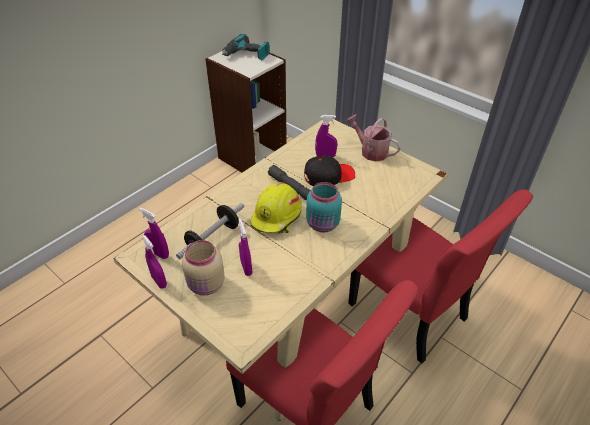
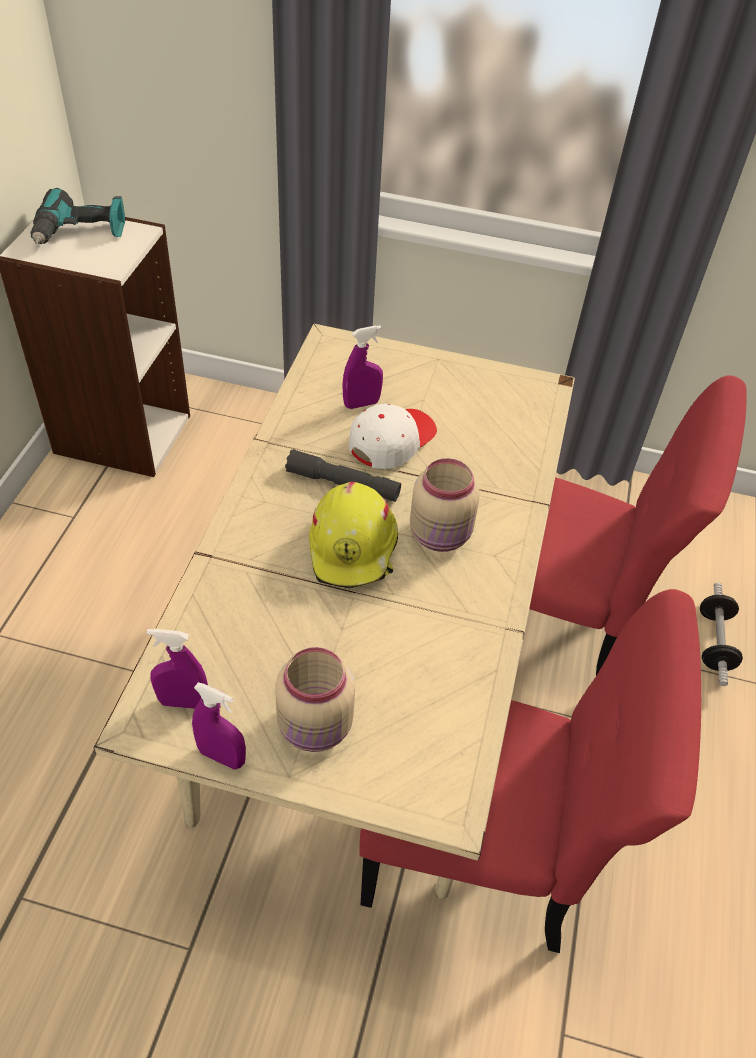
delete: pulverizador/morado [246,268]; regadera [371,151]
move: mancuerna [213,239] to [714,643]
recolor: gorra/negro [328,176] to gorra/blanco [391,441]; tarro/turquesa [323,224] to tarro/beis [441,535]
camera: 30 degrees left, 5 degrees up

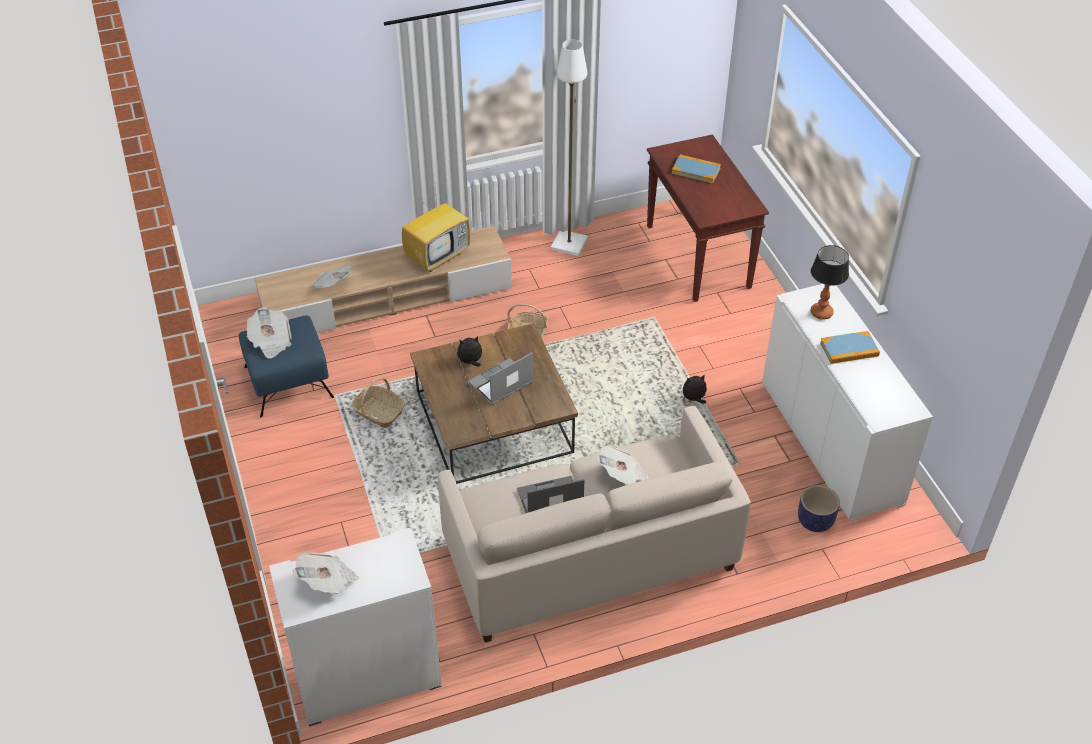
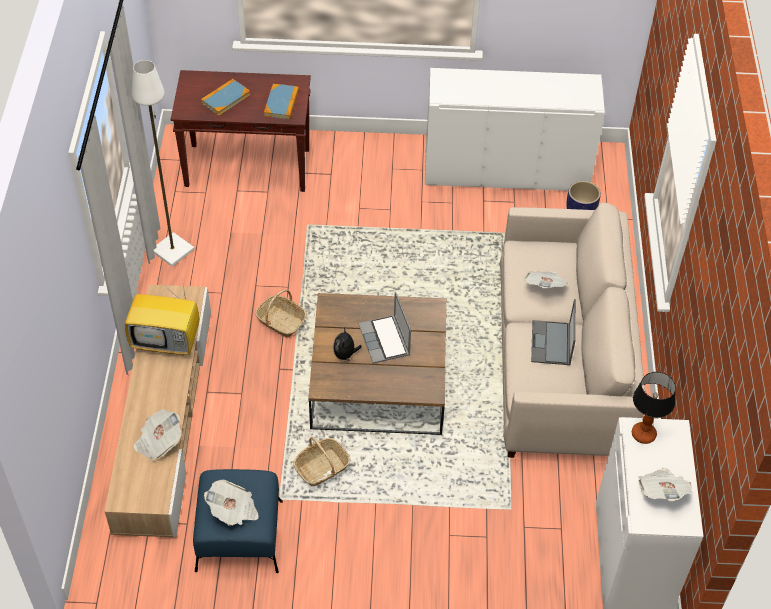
delete: peluche [694,399]
move: lámpara de mesa [821,313] to [643,435]; libro [849,349] to [281,103]
rotate: televisor [438,256] = [167,341] 120 degrees clockwise
camera: 70 degrees left, 5 degrees up

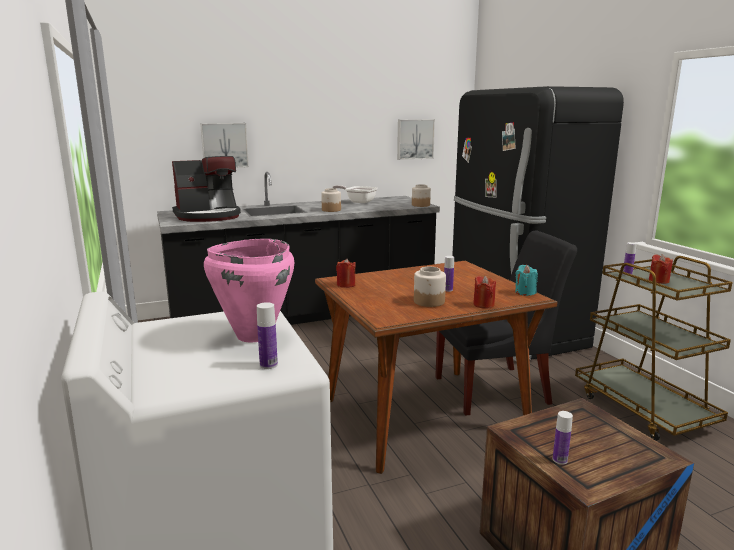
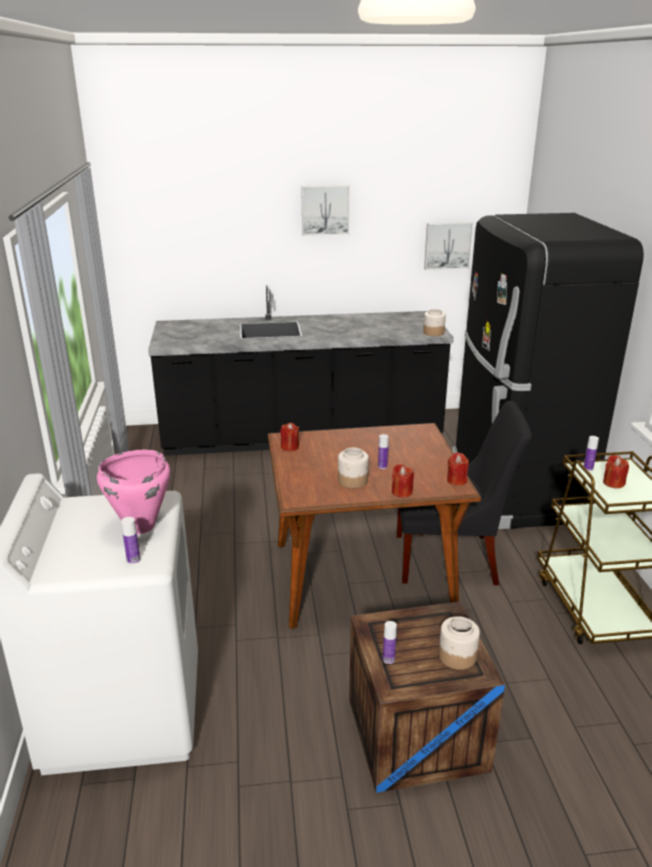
delete: cafetera [208,216]; sartén [358,201]
move: cuadro [224,145] to [325,210]; tarro [331,210] to [457,656]
recolor: vela/turquesa [525,292] to vela/rojo [456,480]
camera: 15 degrees right, 10 degrees up

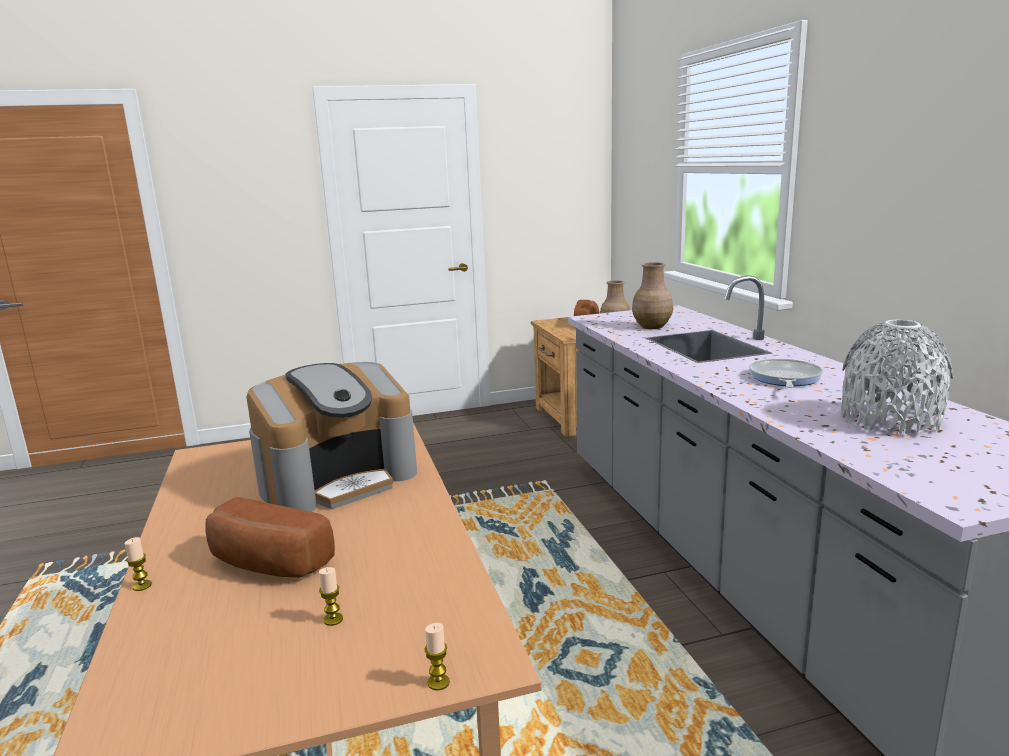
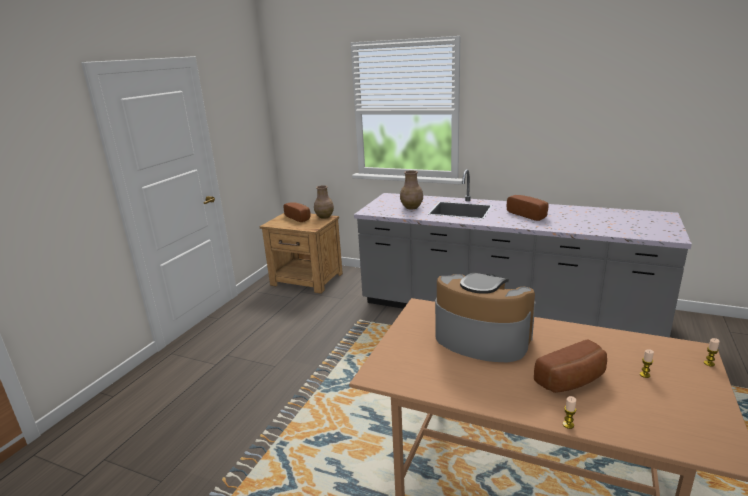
delete: florero/gris [889,420]
replace: sartén [784,378] to pan [528,215]
rotate: cafetera [338,480] = [481,338] 60 degrees counterclockwise
camera: 50 degrees left, 5 degrees up

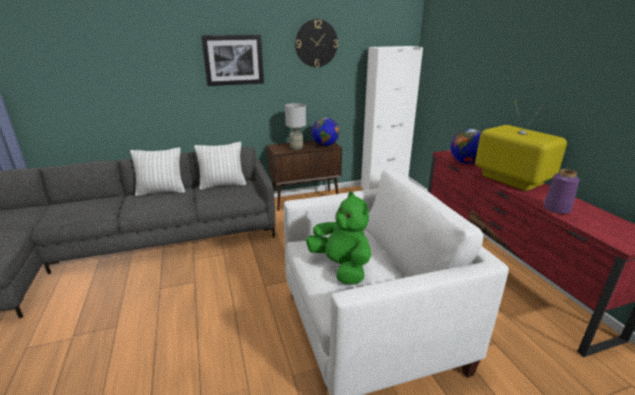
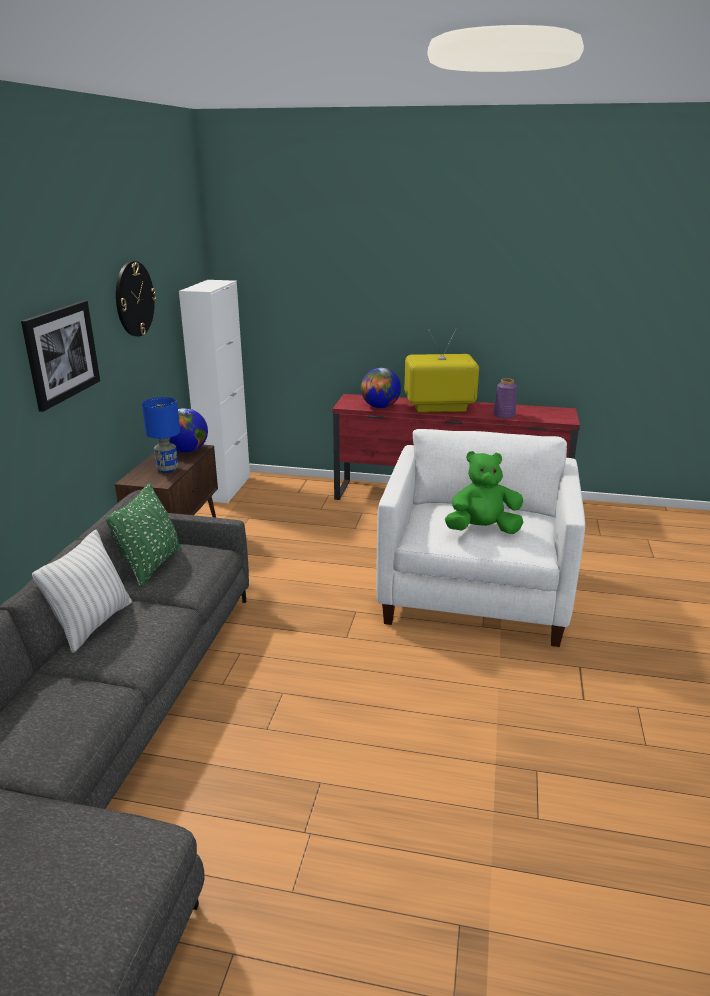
recolor: cojín/blanco [222,185] to cojín/verde [151,565]; lámpara de mesa/gris [296,148] to lámpara de mesa/azul [168,469]
camera: 60 degrees left, 0 degrees up

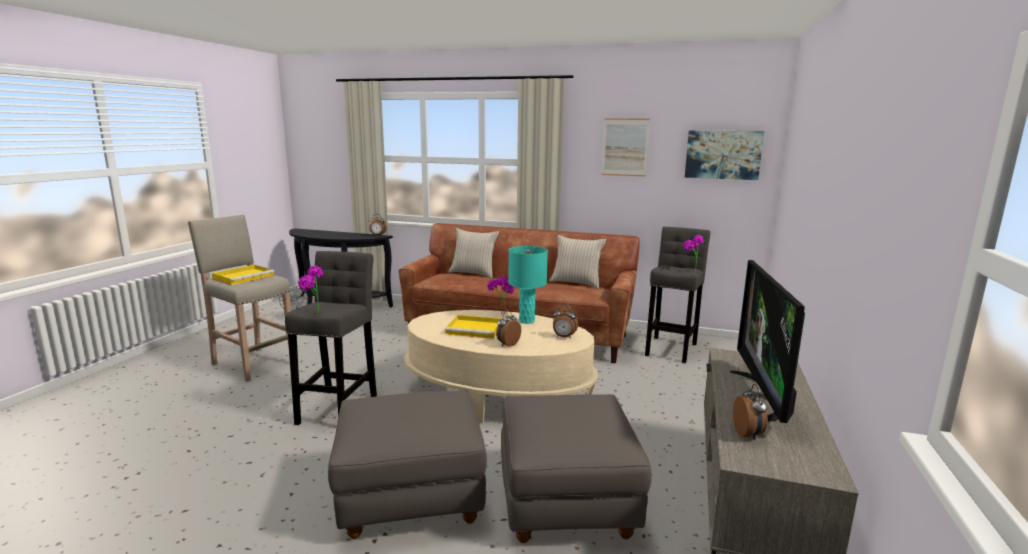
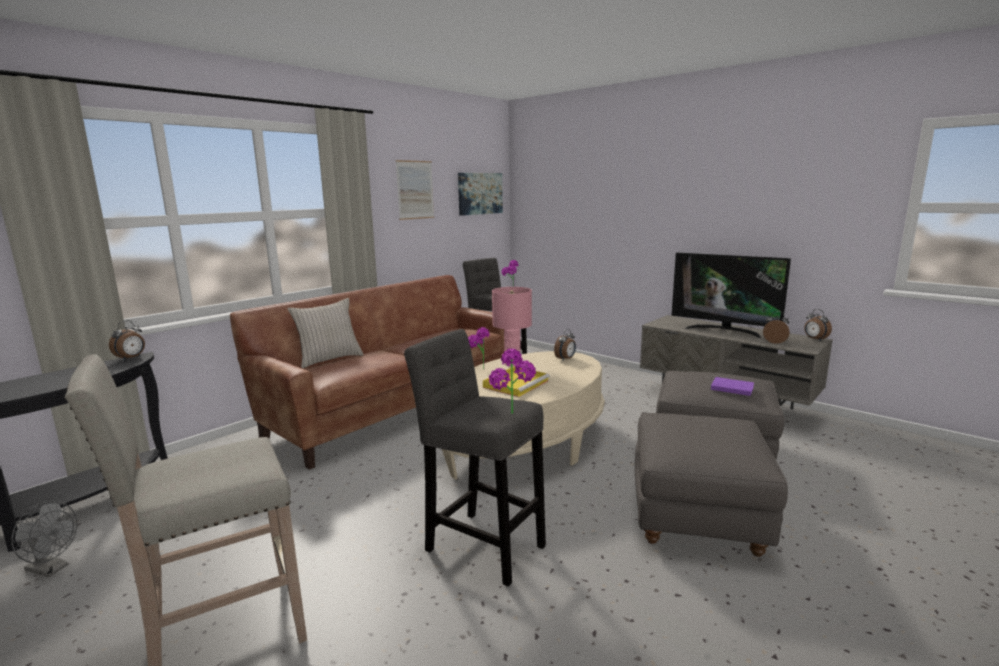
delete: bandeja/amarillo [244,277]; cojín/beis [576,283]
insert: libro/morado [731,388]
move: despertador [507,344] to [815,339]
recolor: lámpara de mesa/turquesa [526,321] to lámpara de mesa/rosa [512,364]
camera: 65 degrees left, 0 degrees up

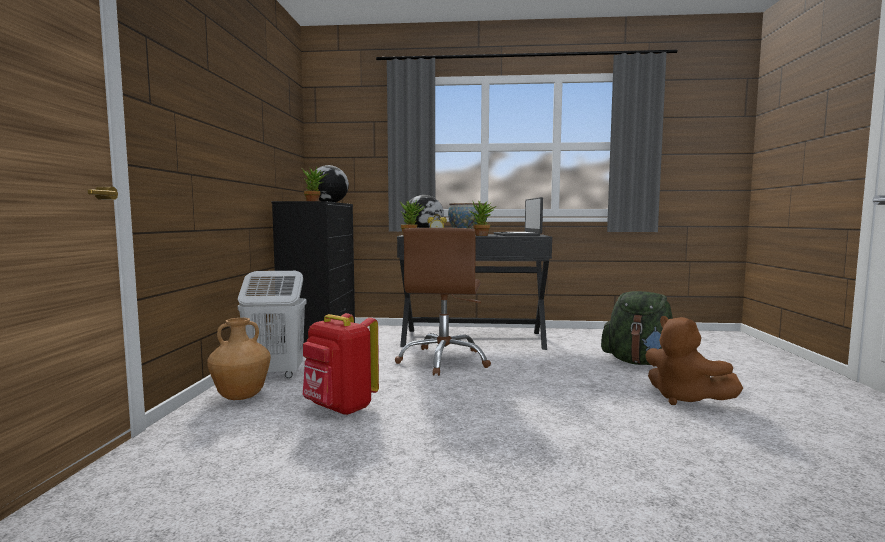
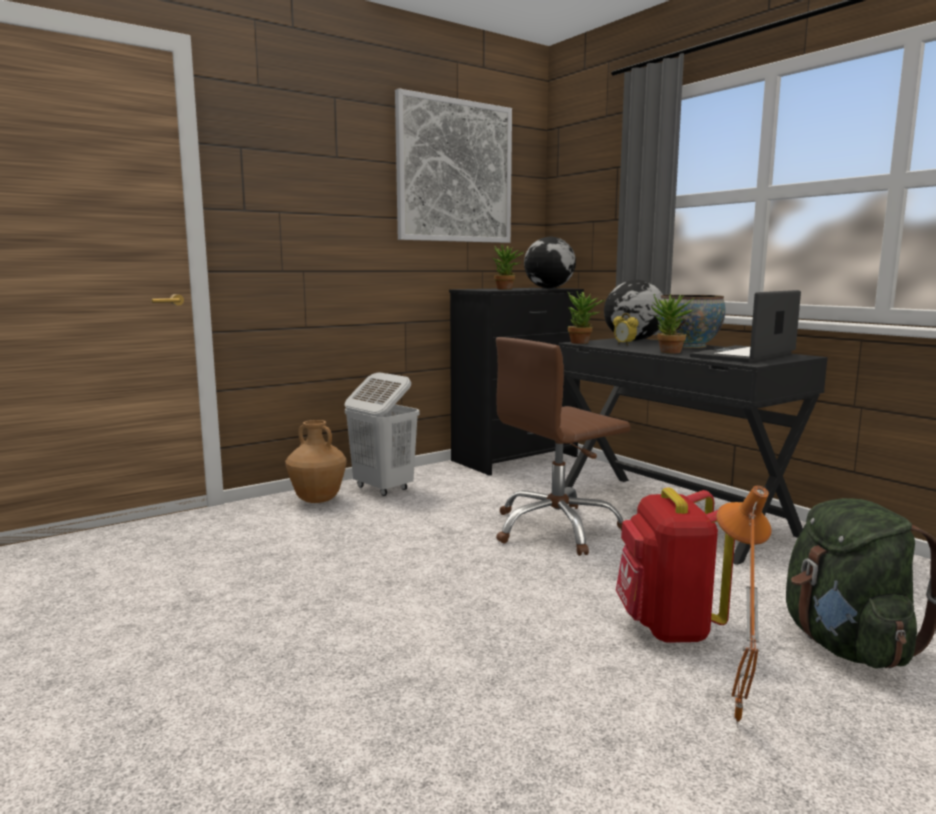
insert: cuadro [454,172]
move: mochila/rojo [340,408] to [667,627]
replace: peluche/marrón [684,399] to lámpara de mesa/naranja [732,723]
camera: 50 degrees right, 5 degrees up

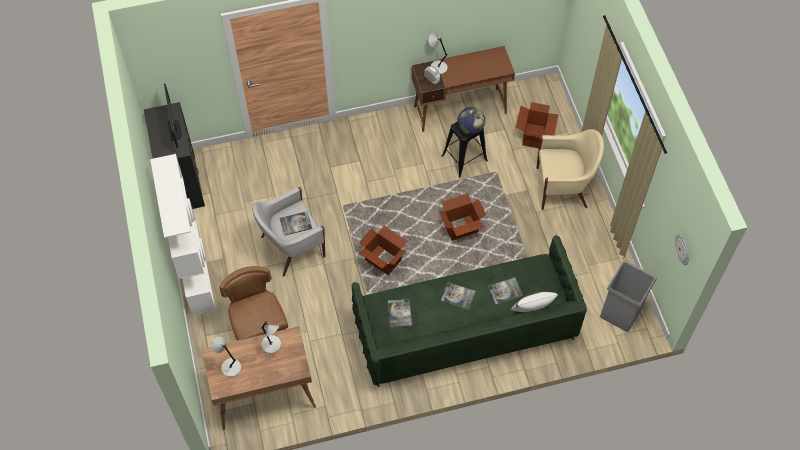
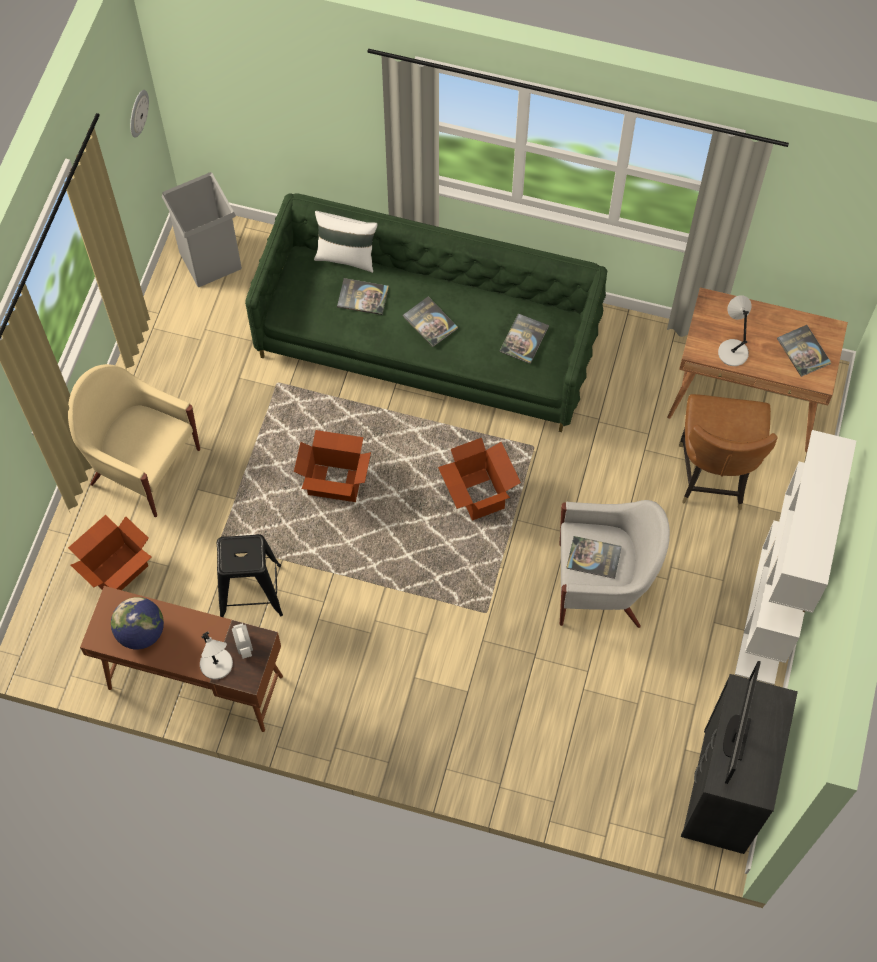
move: globo terráqueo [470,128] to [141,632]
replace: lámpara de mesa/gris [230,367] to libro [803,351]
camera: 150 degrees left, 5 degrees up

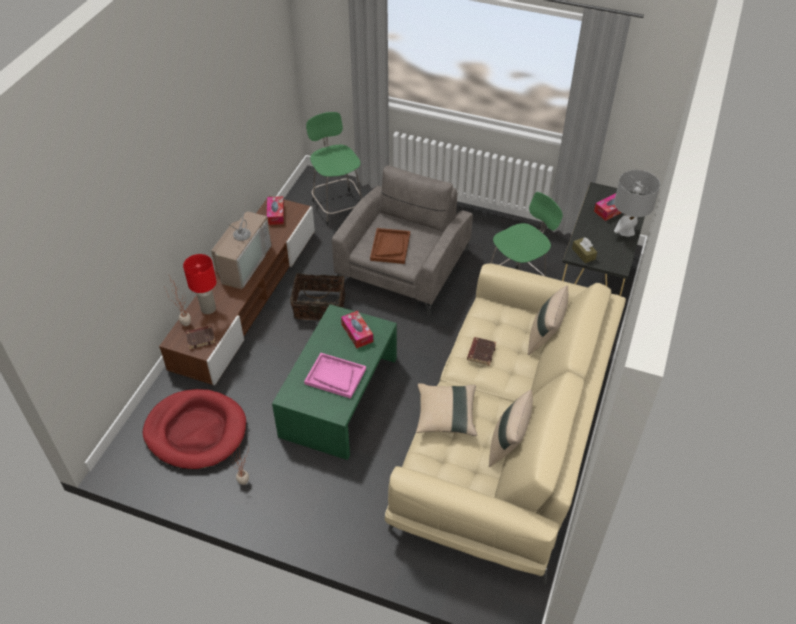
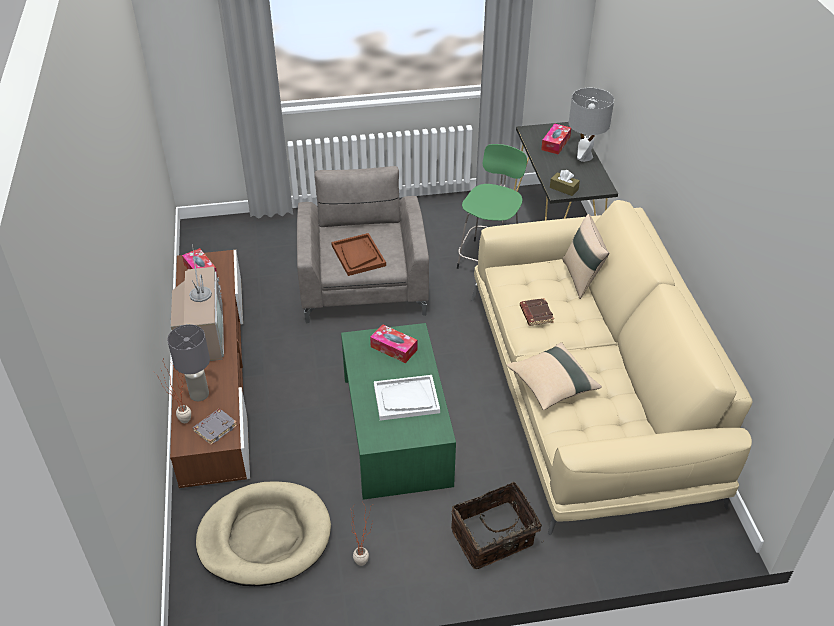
delete: taburete/verde [337,206]; cojín/beis [508,445]
move: cesta [319,308] to [493,539]
recolor: cama para perro/rojo [196,431] to cama para perro/beis [264,536]; lámpara de mesa/rojo [208,308] to lámpara de mesa/gris [199,394]; libro/marrón [201,338] to libro/gris [215,428]; bandeja/rosa [335,376] to bandeja/blanco [406,399]
camera: 30 degrees left, 5 degrees down

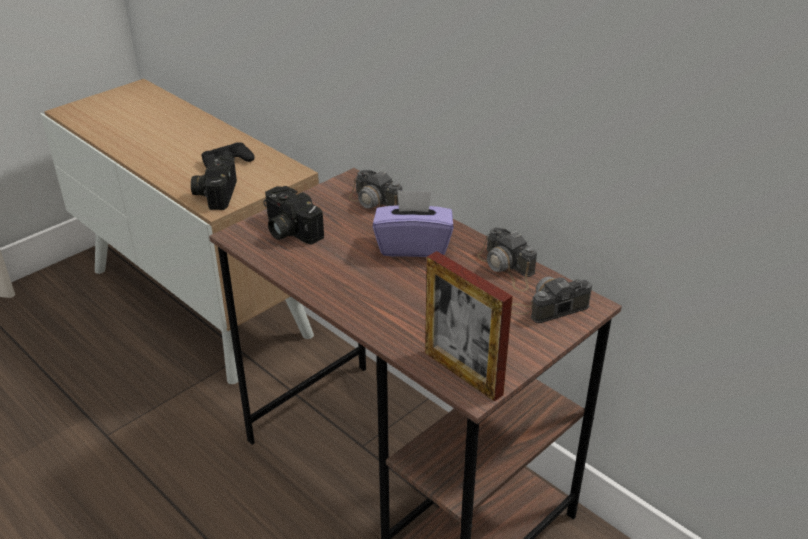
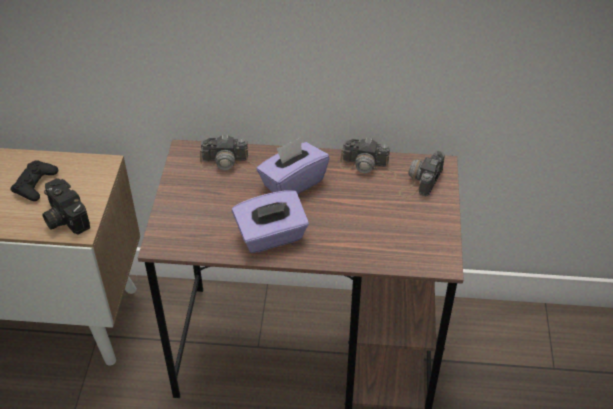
delete: cámara [288,230]; portarretratos [463,373]
insert: caja de pañuelos/morado [271,236]
camera: 40 degrees left, 10 degrees up

